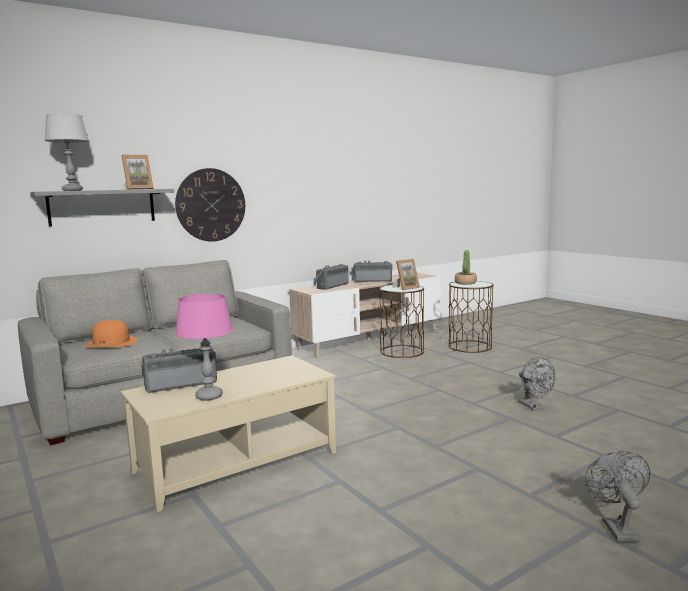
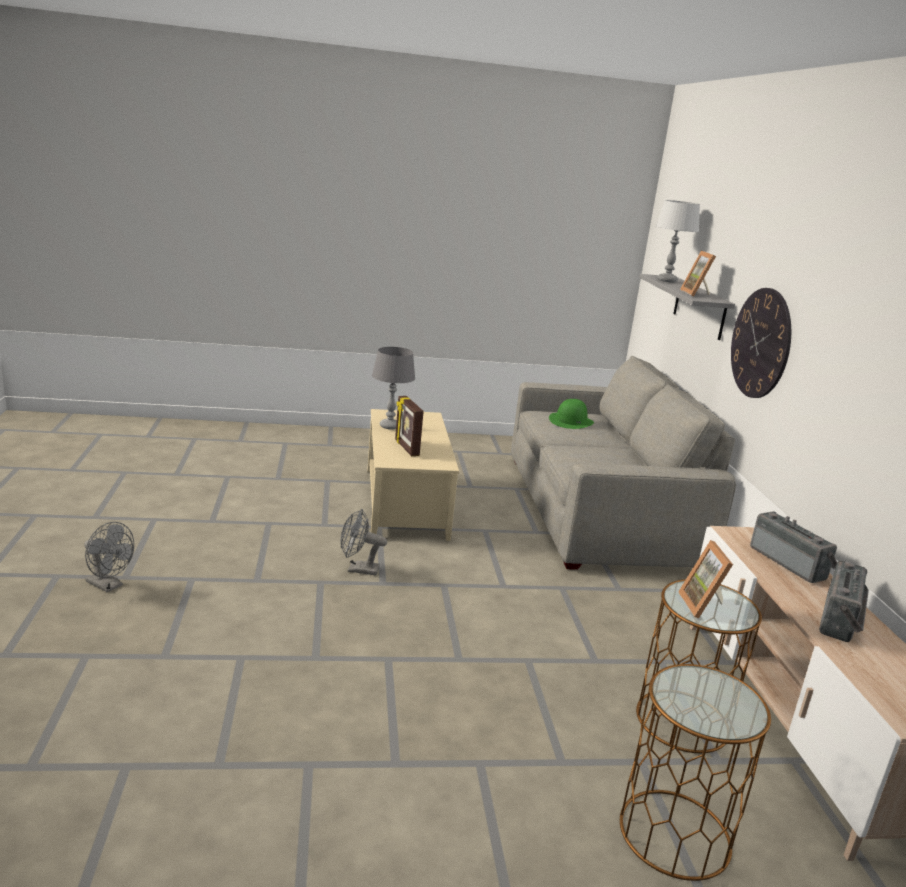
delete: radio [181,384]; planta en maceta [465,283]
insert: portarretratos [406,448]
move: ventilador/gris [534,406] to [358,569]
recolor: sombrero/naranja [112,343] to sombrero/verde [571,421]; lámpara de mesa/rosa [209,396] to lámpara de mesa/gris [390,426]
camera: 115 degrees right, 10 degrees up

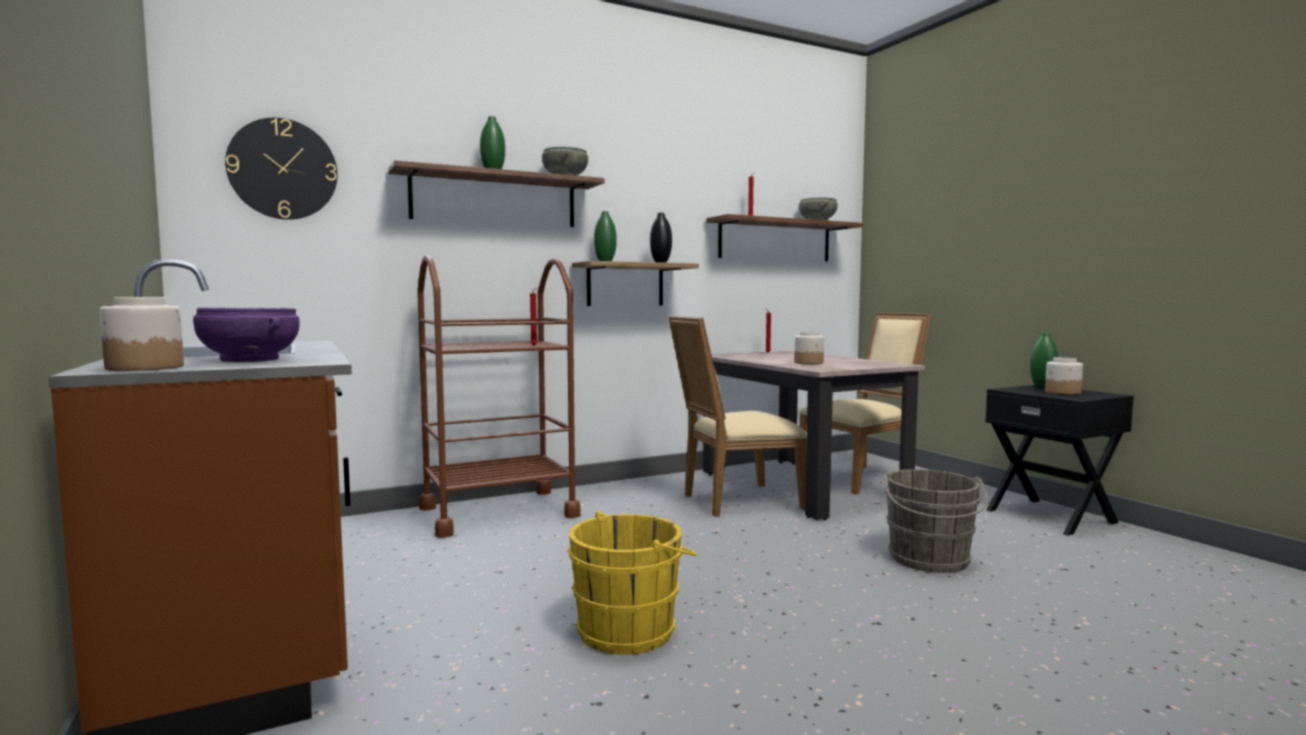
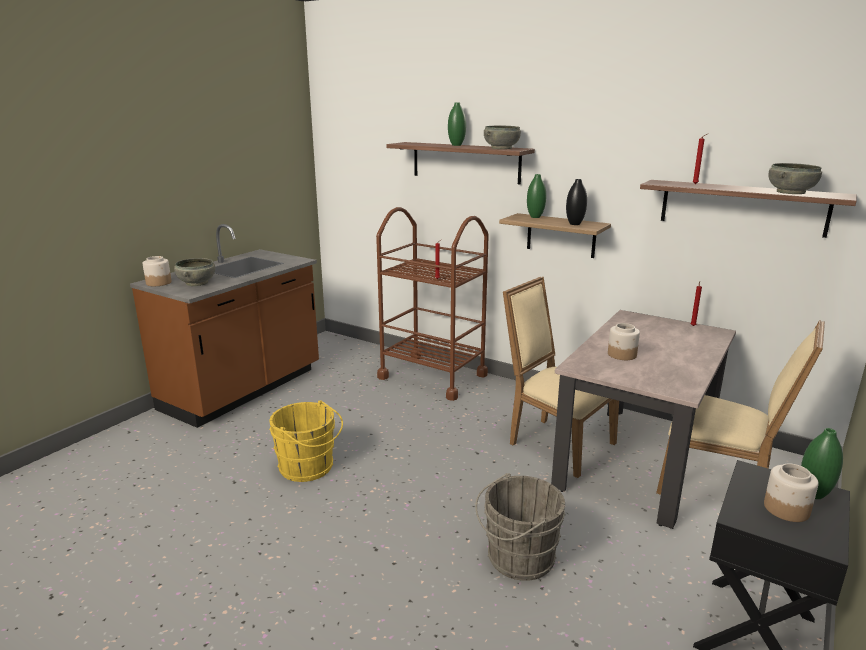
delete: reloj de pared [283,169]
recolor: cuenco/morado [248,360] to cuenco/gris [196,283]
camera: 60 degrees right, 15 degrees up

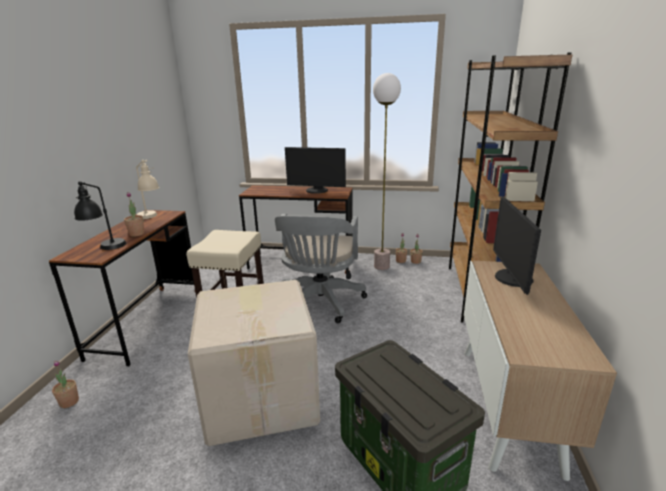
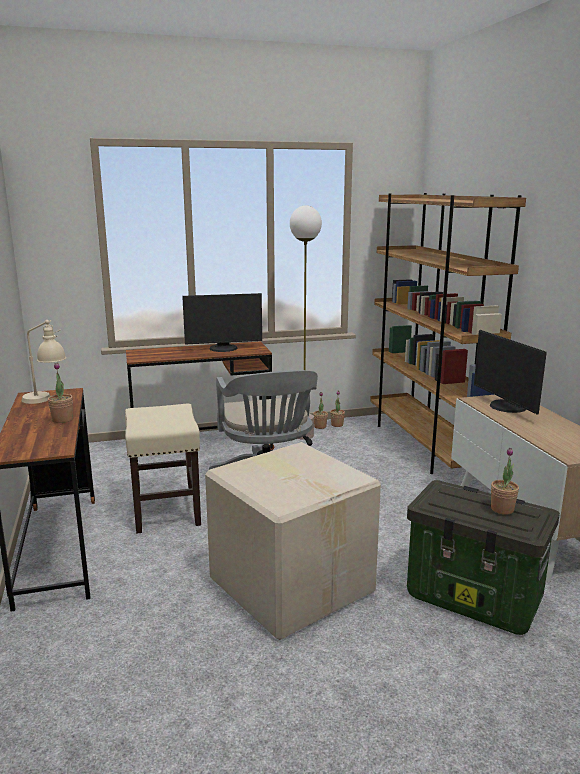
delete: lámpara de mesa/negro [106,249]
move: planta en maceta [69,402] to [502,509]
camera: 25 degrees left, 5 degrees down

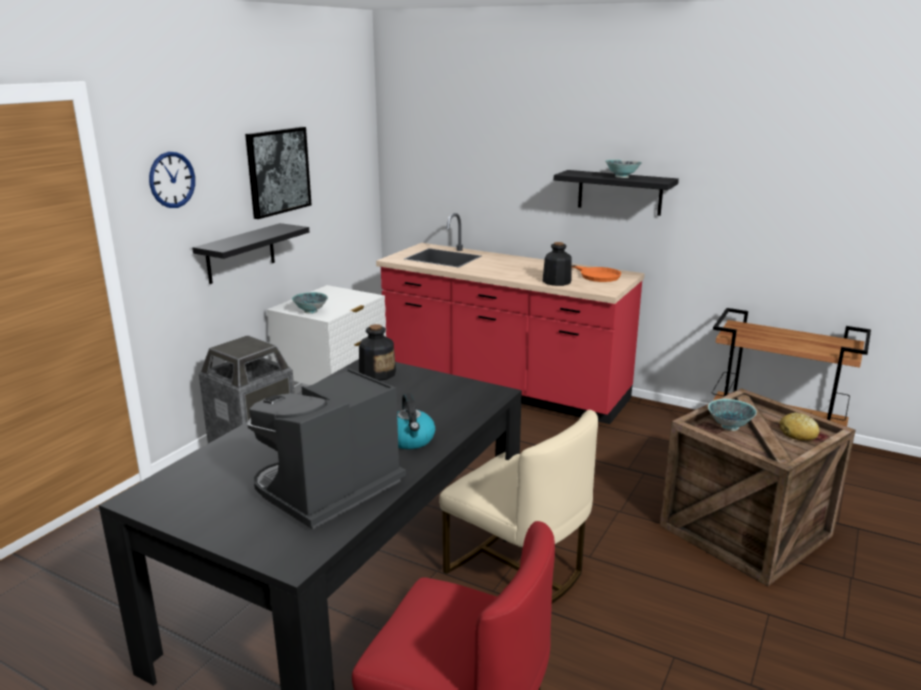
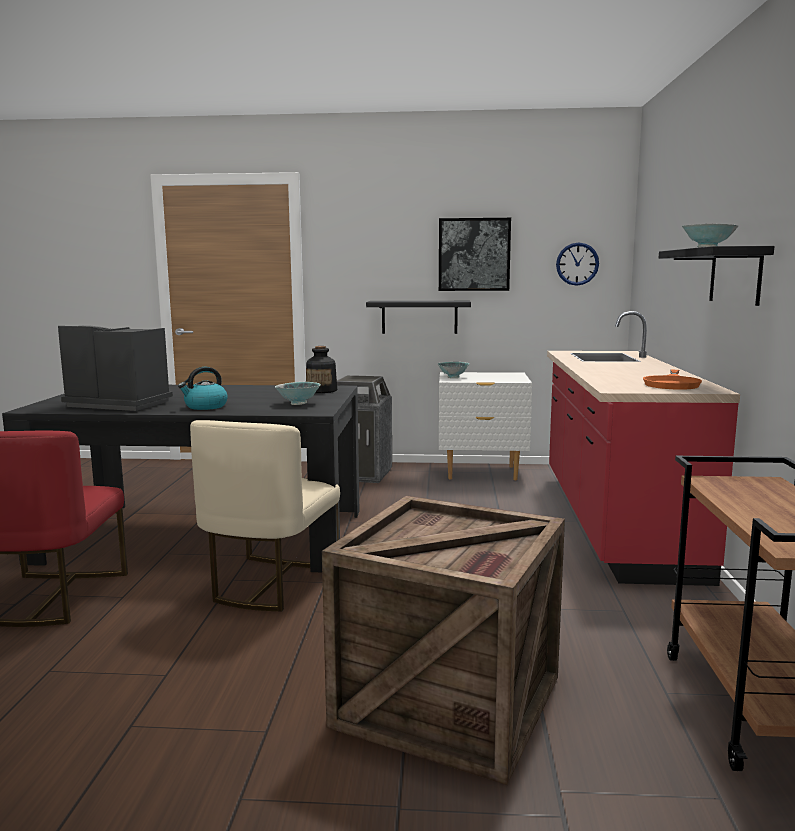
delete: botella [556,282]; pan [798,434]
move: reloj de pared [172,180] to [577,264]; cuenco [729,427] to [298,403]
camera: 65 degrees right, 10 degrees down

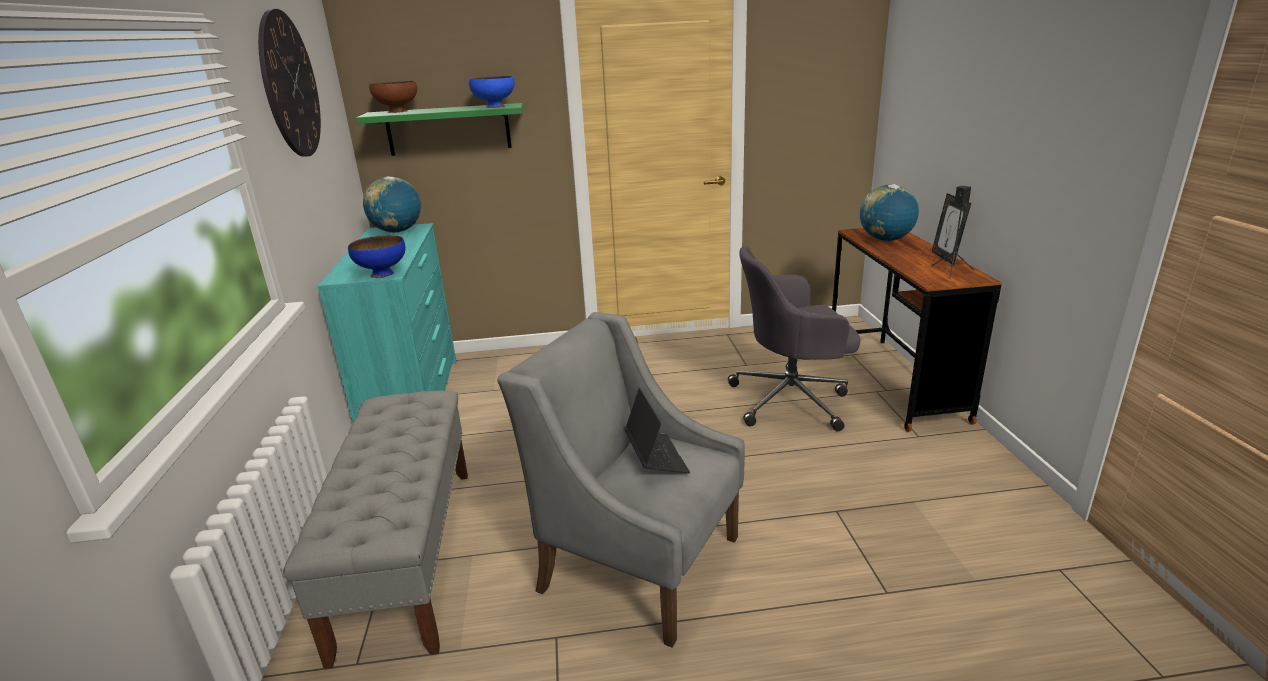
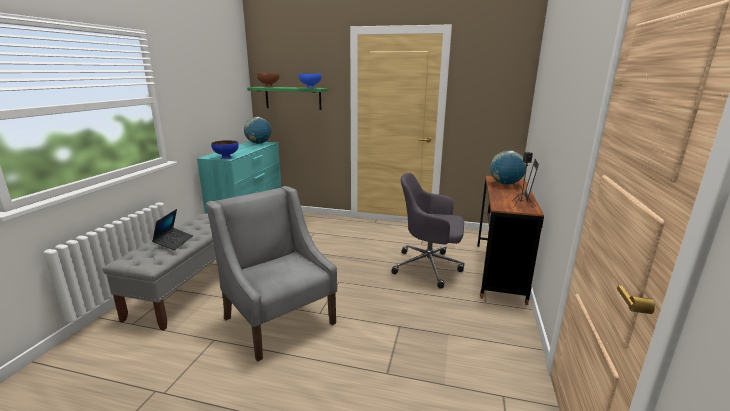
delete: reloj de pared [290,85]
move: portátil [656,457] to [174,242]
camera: 20 degrees right, 5 degrees down

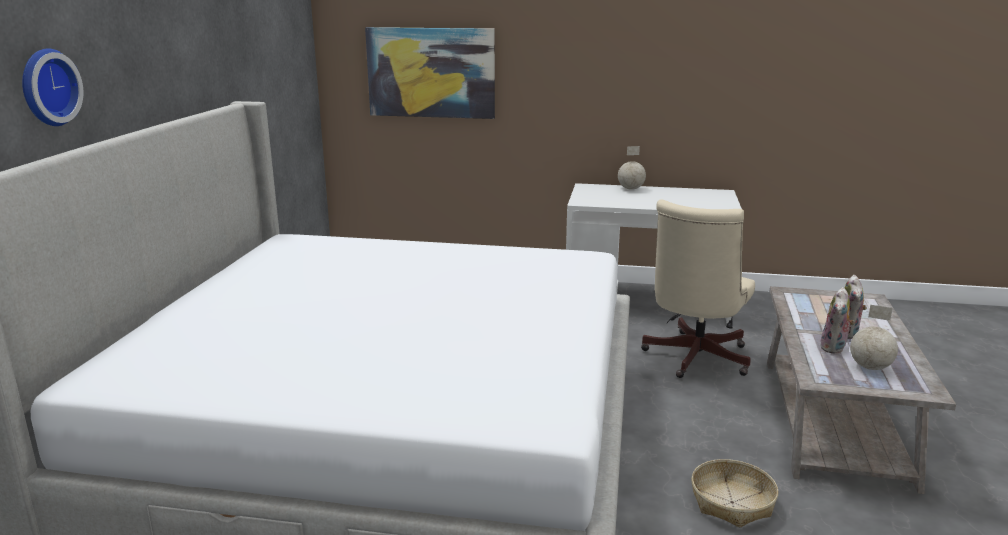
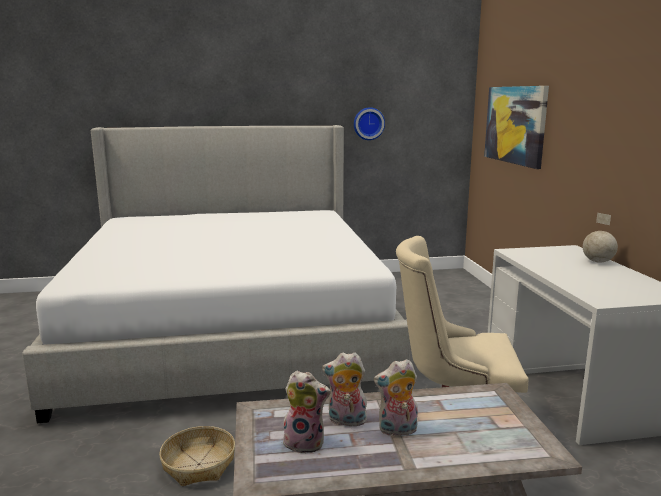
move: reloj de pared [46,87] to [368,123]
replace: globo terráqueo [870,367] to peluche [305,442]
camera: 70 degrees right, 5 degrees down

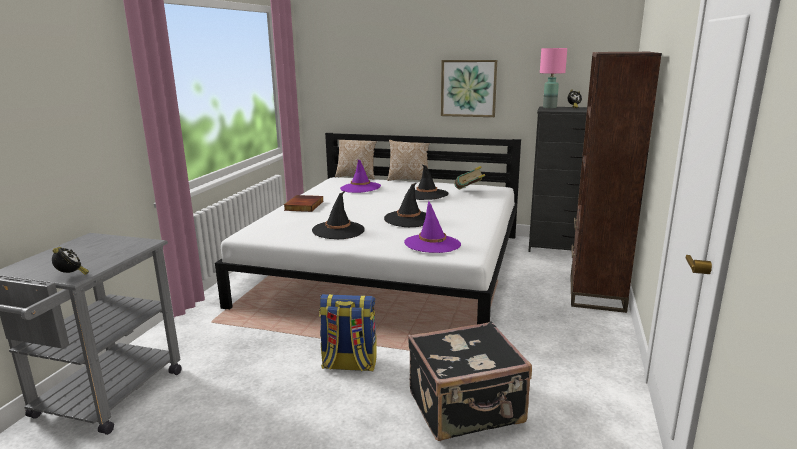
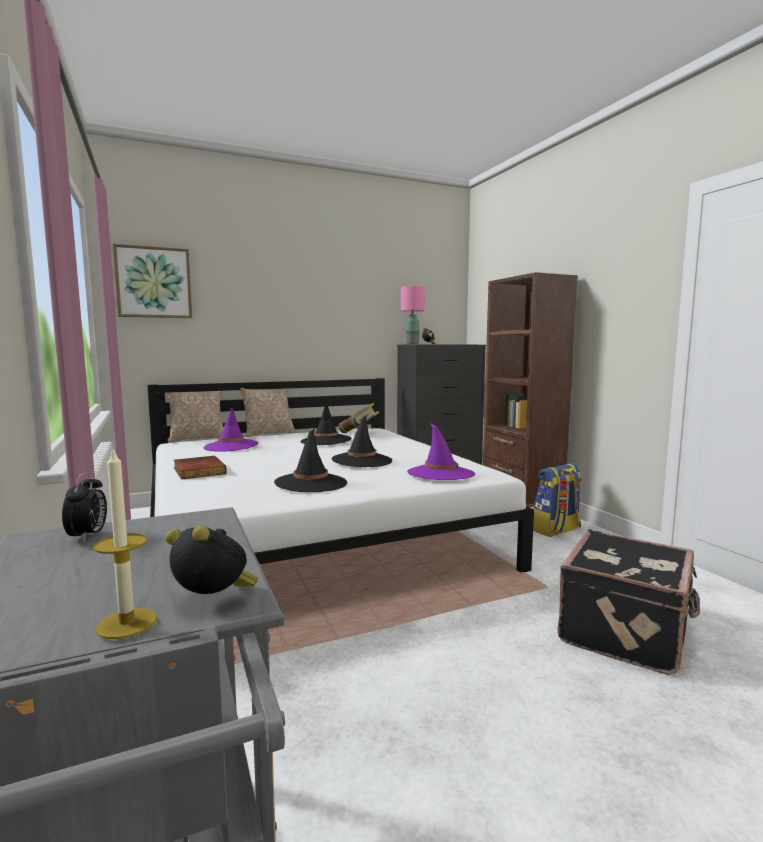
insert: despertador [88,536]; vela [127,623]
move: mochila [349,365] to [557,530]; cuadro [468,88] to [154,282]
camera: 40 degrees left, 10 degrees down

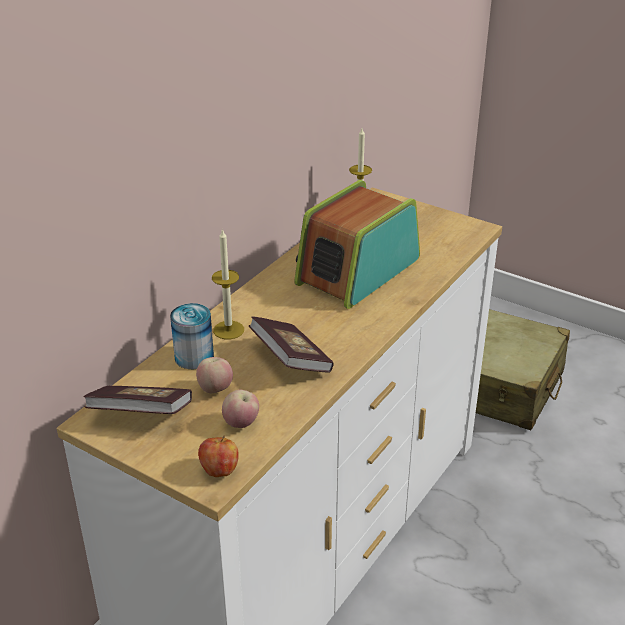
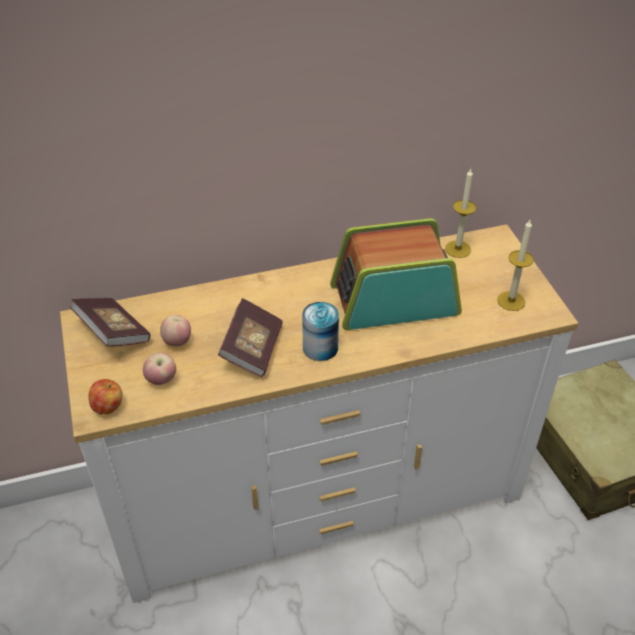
move: lata [194,357] to [320,348]; vela [228,330] to [511,301]
camera: 40 degrees right, 10 degrees up

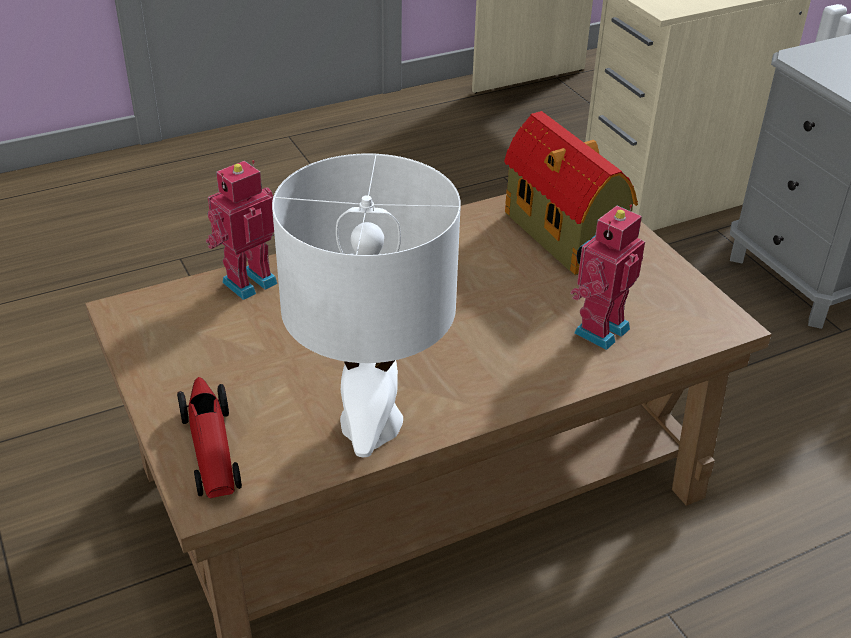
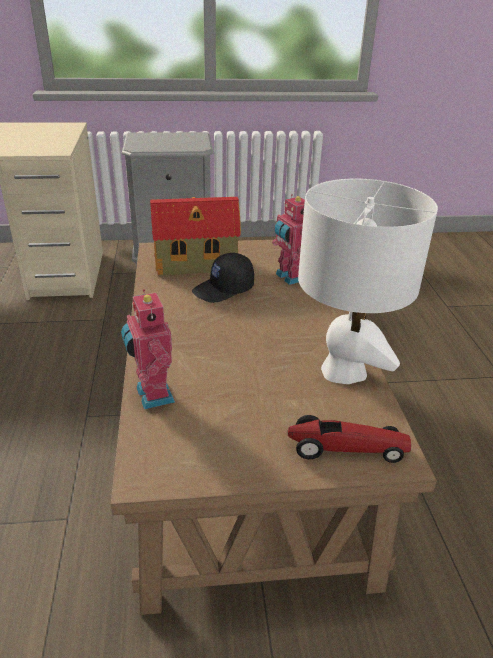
insert: gorra/negro [224,290]
camera: 70 degrees left, 5 degrees down

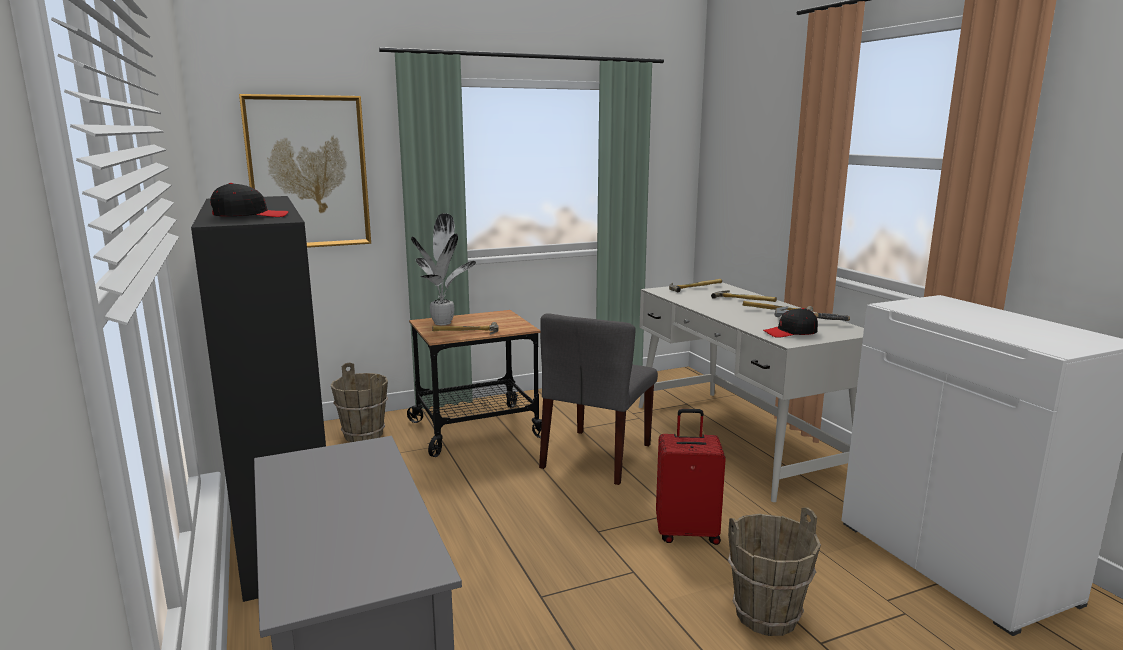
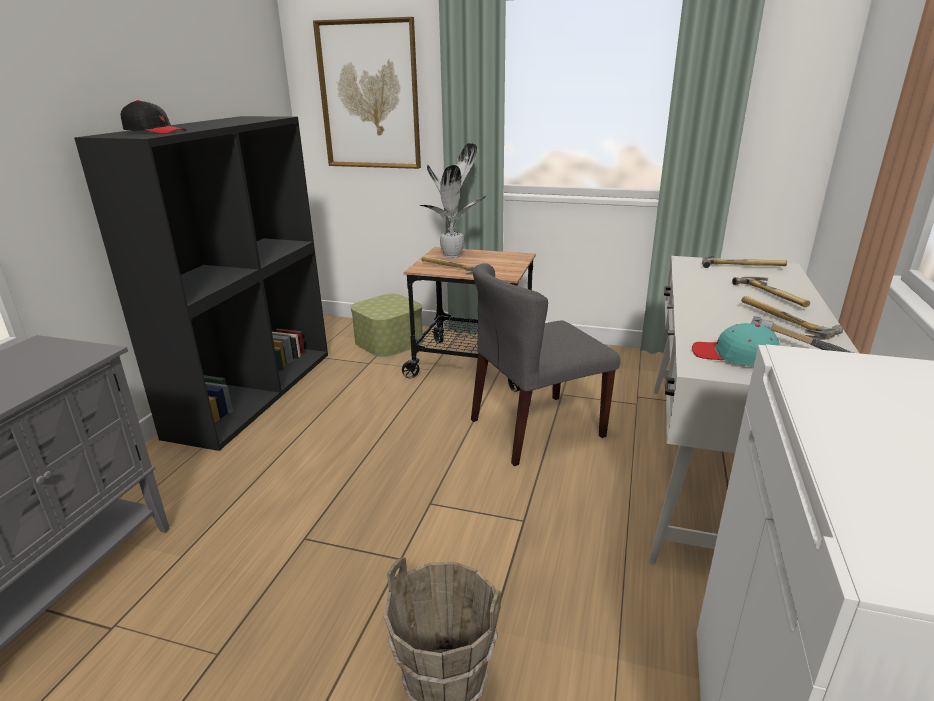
delete: maleta/rojo [687,532]
replace: cubo/marrón [363,435] to caja de almacenaje [389,341]
recolor: gorra/negro [790,332] to gorra/turquesa [733,356]
camera: 40 degrees right, 10 degrees up

